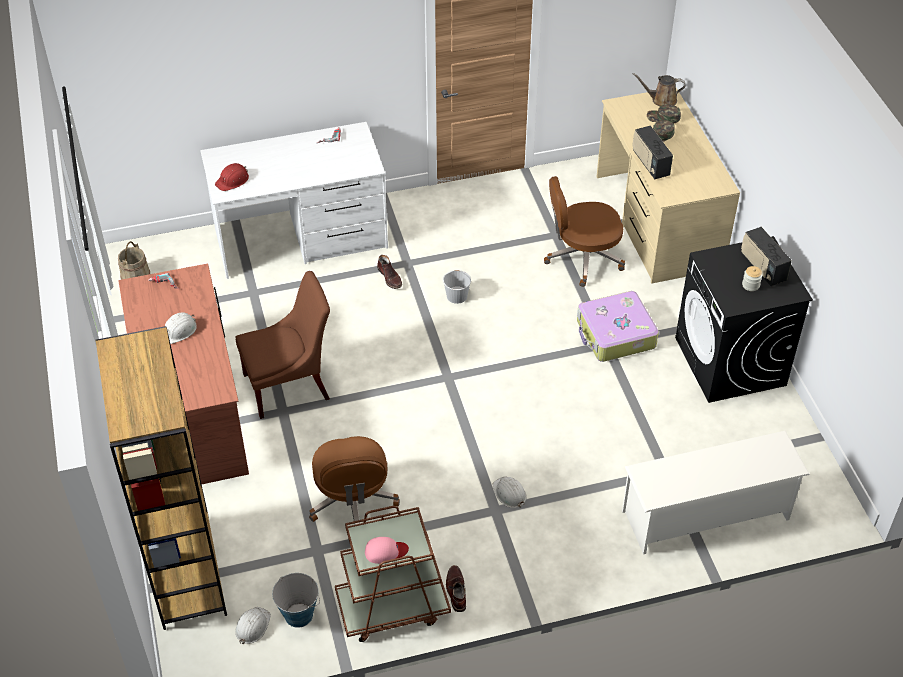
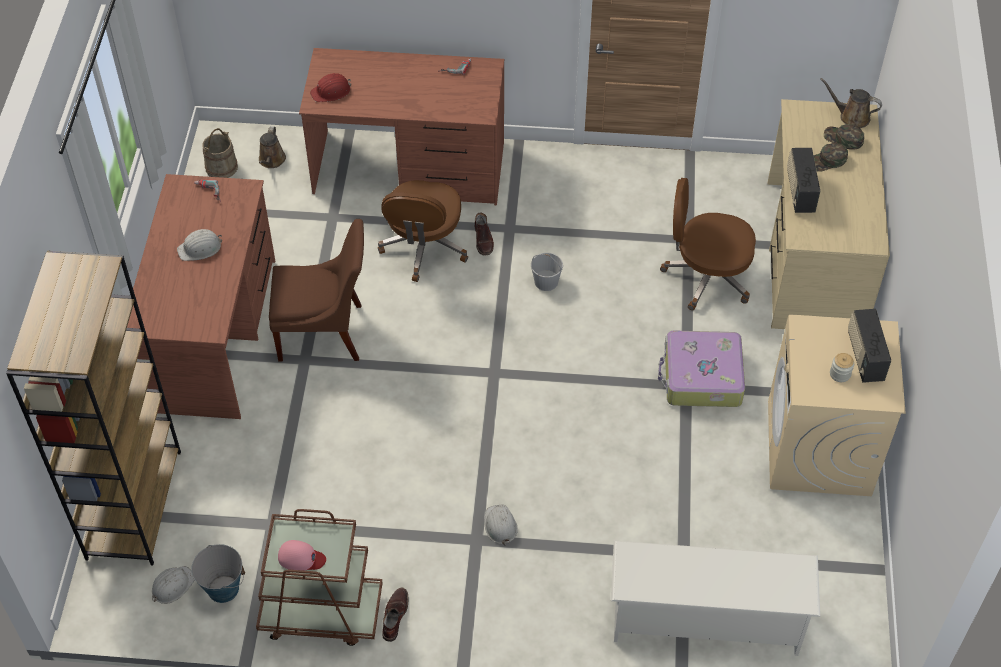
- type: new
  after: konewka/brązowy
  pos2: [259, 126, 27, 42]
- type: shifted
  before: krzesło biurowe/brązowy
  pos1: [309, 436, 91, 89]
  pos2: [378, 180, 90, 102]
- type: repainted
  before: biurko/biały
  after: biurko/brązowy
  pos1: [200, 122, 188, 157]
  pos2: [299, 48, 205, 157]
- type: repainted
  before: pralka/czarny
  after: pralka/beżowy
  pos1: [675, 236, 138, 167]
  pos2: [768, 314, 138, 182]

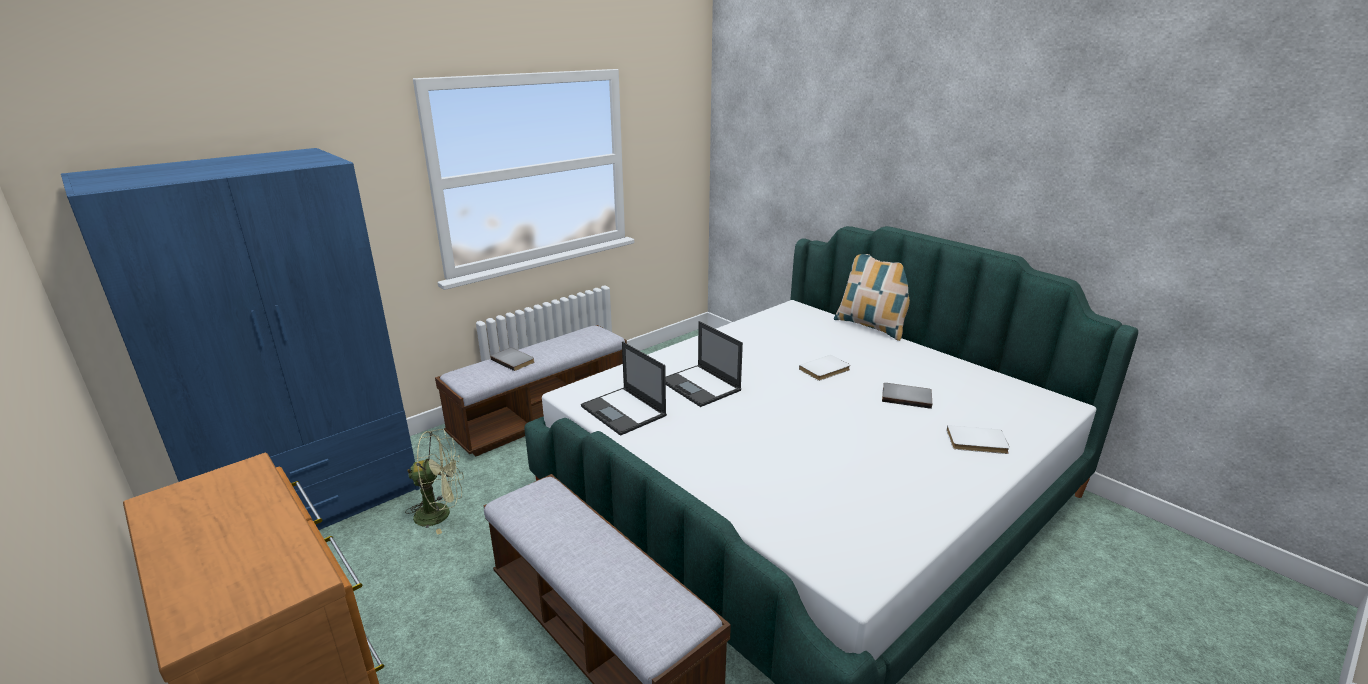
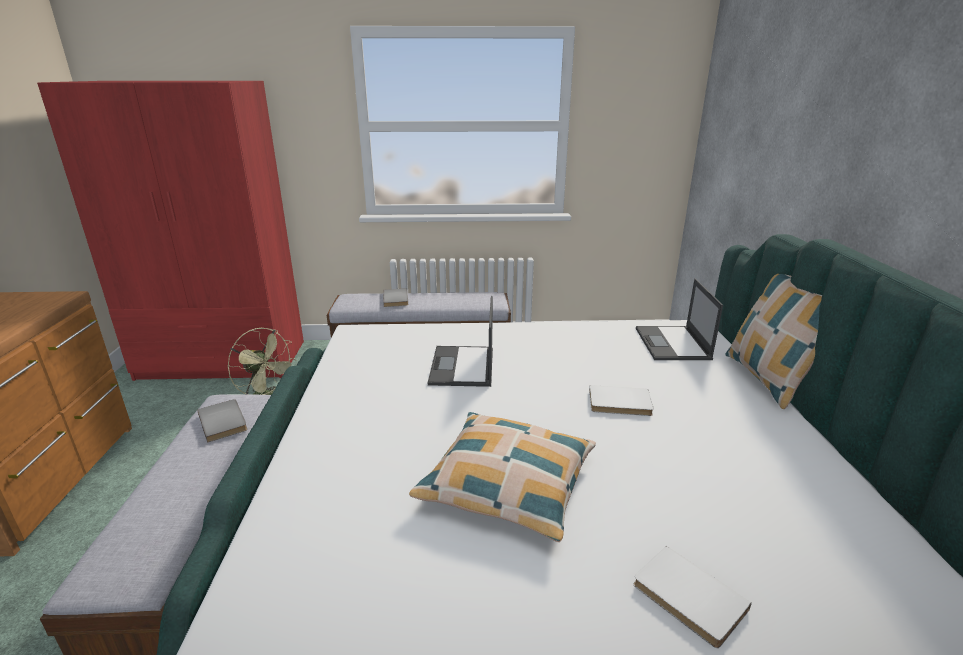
- type: new
  after: poduszka
  pos2: [409, 412, 187, 130]
- type: shifted
  before: laptop
  pos1: [581, 341, 86, 95]
  pos2: [636, 278, 87, 82]
- type: shifted
  before: książka/szary
  pos1: [882, 383, 50, 26]
  pos2: [198, 399, 49, 43]
- type: repainted
  before: szafa/niebieski
  after: szafa/czerwony
  pos1: [61, 148, 359, 382]
  pos2: [37, 81, 267, 300]

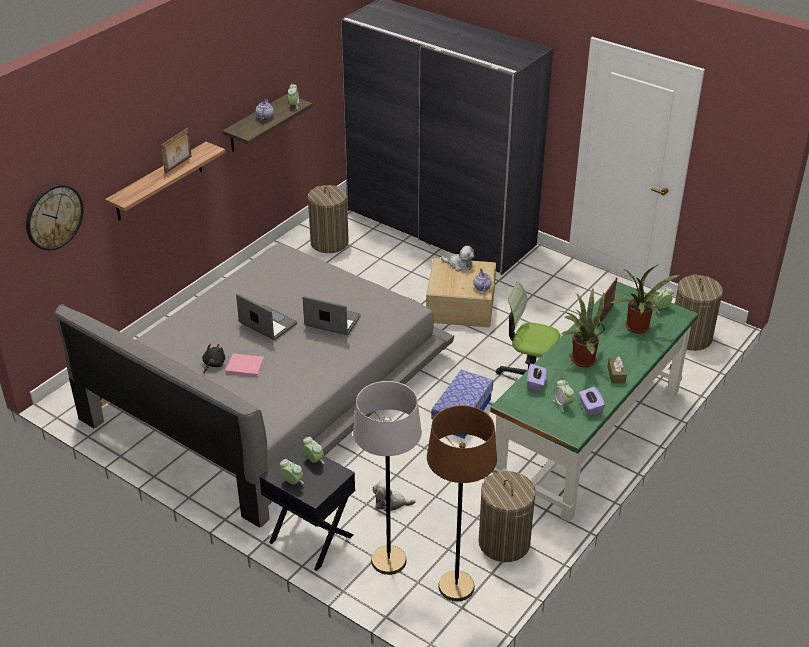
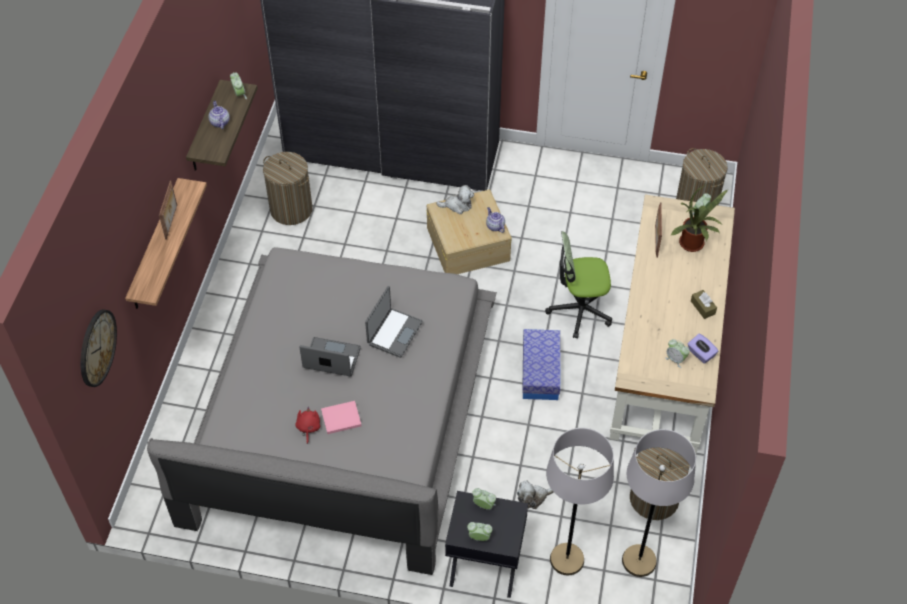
- type: gone
  before: pudełko chusteczek/fioletowy
  pos1: [527, 364, 19, 28]
- type: gone
  before: roślina doniczkowa
  pos1: [561, 289, 44, 78]
- type: repainted
  before: pluszak/czarny
  after: pluszak/czerwony
  pos1: [202, 343, 24, 31]
  pos2: [295, 407, 25, 37]
- type: repainted
  before: lampa stojąca/brązowy
  after: lampa stojąca/szary
  pos1: [427, 405, 70, 196]
  pos2: [622, 429, 74, 148]
- type: repainted
  before: biurko/zielony
  after: biurko/beżowy
  pos1: [490, 281, 209, 241]
  pos2: [610, 195, 125, 258]
- type: rotated
  before: laptop
  pos1: [303, 296, 58, 39]
  pos2: [365, 286, 58, 72]
  turn: 120

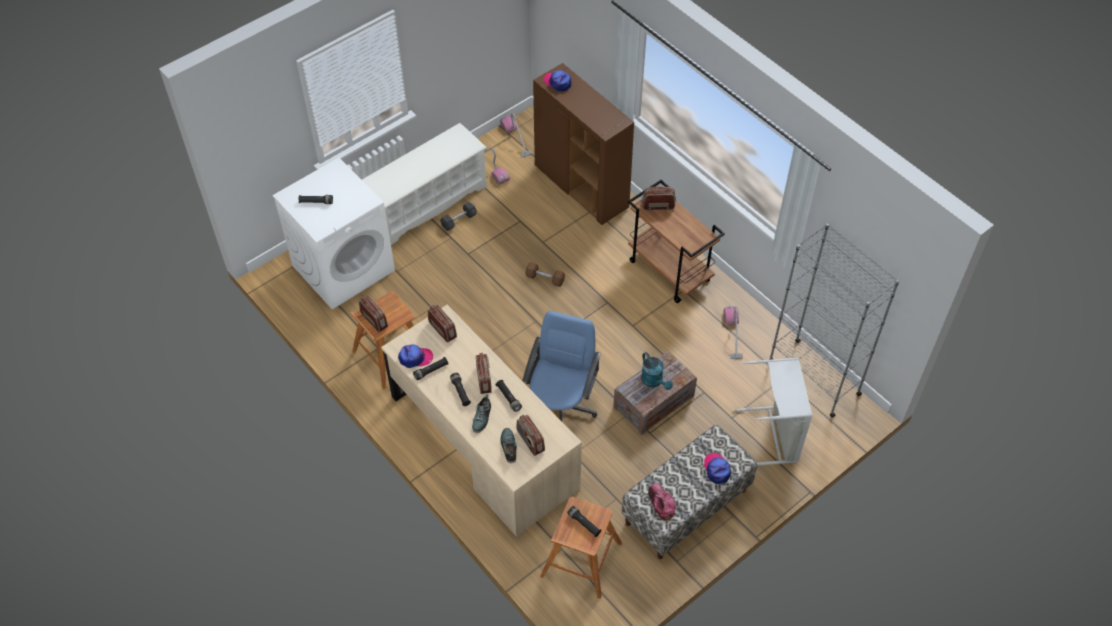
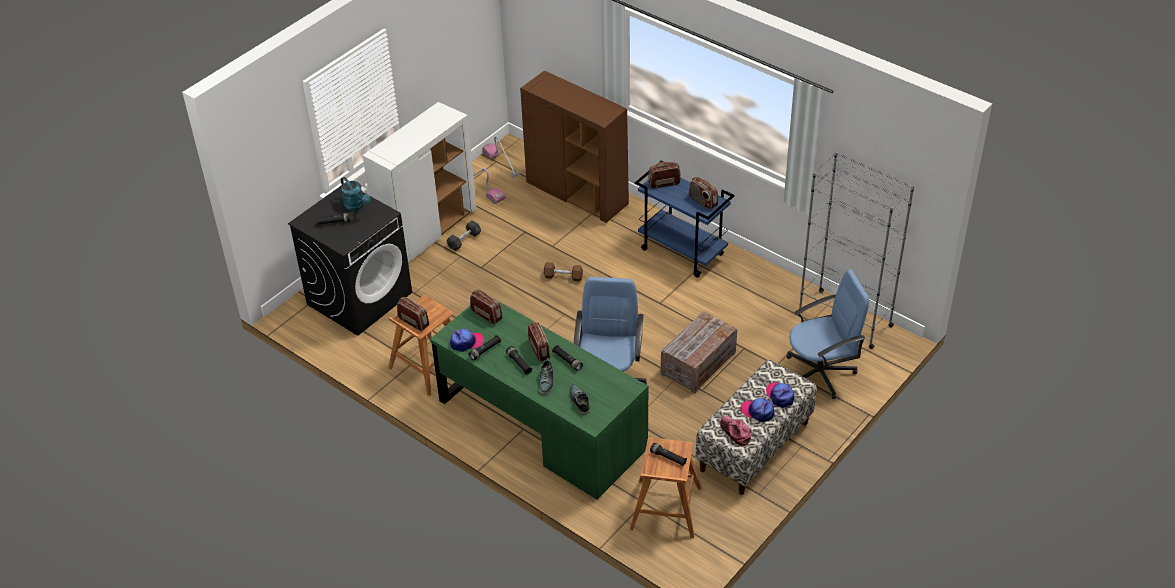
- type: gone
  before: odkurzacz
  pos1: [724, 306, 19, 53]
- type: shifted
  before: radio
  pos1: [516, 415, 29, 41]
  pos2: [689, 177, 29, 33]
- type: shifted
  before: czapka z daszkiem
  pos1: [544, 70, 27, 22]
  pos2: [740, 398, 35, 24]
- type: shifted
  before: konewka/turkusowy
  pos1: [641, 352, 32, 38]
  pos2: [341, 177, 30, 34]
- type: swapped
  before: regał na buty/biały
  after: szafka/biały
  pos1: [362, 123, 125, 122]
  pos2: [362, 102, 115, 161]
- type: swapped
  before: kosz na pranie/szary
  after: krzesło biurowe/niebieski
  pos1: [733, 358, 80, 107]
  pos2: [787, 270, 82, 129]
- type: repainted
  before: pralka/biały
  after: pralka/czarny
  pos1: [272, 158, 123, 151]
  pos2: [288, 185, 124, 151]
- type: repainted
  before: biurko/beżowy
  after: biurko/zielony
  pos1: [381, 305, 201, 232]
  pos2: [430, 302, 218, 197]
- type: repainted
  before: wózek/brązowy
  after: wózek/niebieski
  pos1: [628, 180, 97, 123]
  pos2: [635, 160, 99, 118]

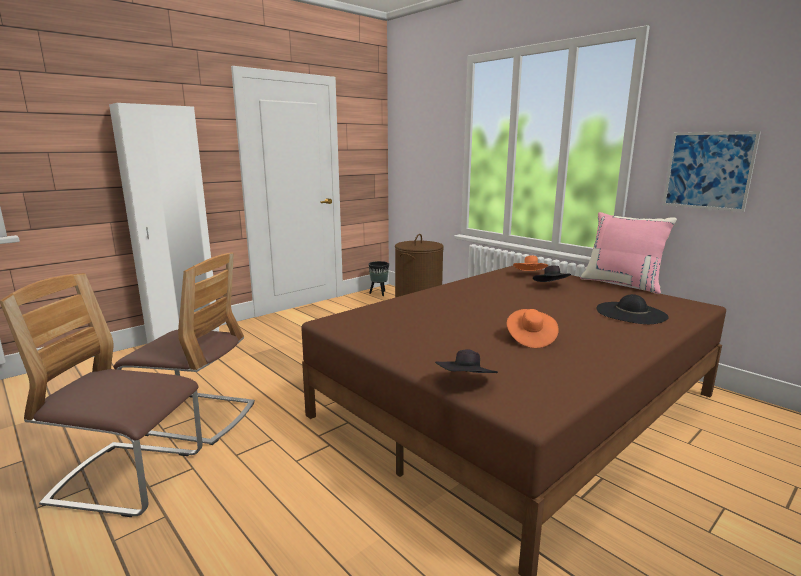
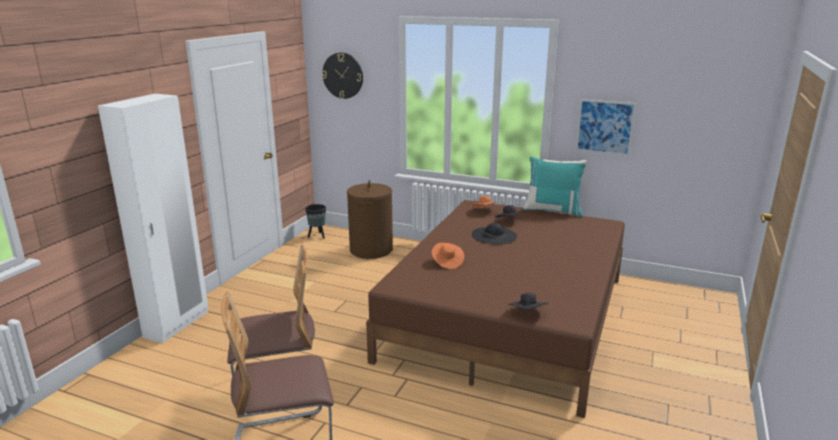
- type: new
  after: zegar ścienny
  pos2: [322, 53, 41, 46]
- type: shifted
  before: kapelusz/pomarańczowy
  pos1: [507, 309, 52, 39]
  pos2: [432, 243, 32, 26]
- type: shifted
  before: kapelusz/czarny
  pos1: [597, 294, 72, 30]
  pos2: [472, 223, 45, 21]
- type: repainted
  before: poduszka/różowy
  after: poduszka/turkusowy
  pos1: [580, 212, 97, 82]
  pos2: [522, 157, 65, 60]

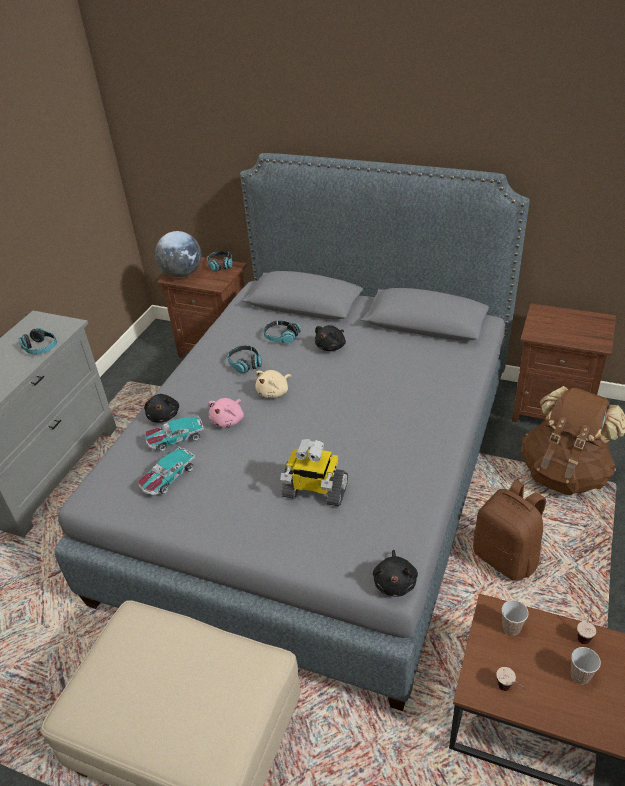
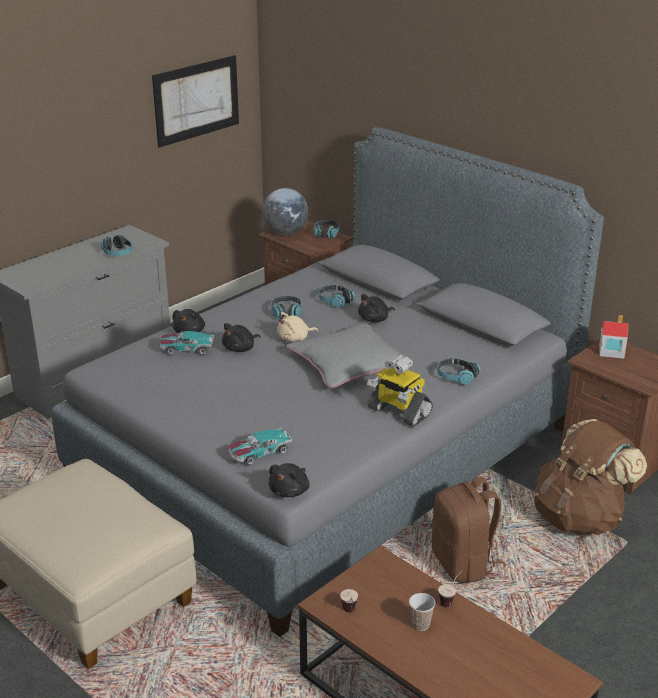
- type: gone
  before: filiżanka
  pos1: [502, 600, 26, 35]
- type: new
  after: obraz
  pos2: [152, 55, 87, 93]
- type: new
  after: poduszka/szary
  pos2: [287, 323, 126, 65]
- type: new
  after: słuchawki
  pos2: [437, 358, 43, 27]
- type: new
  after: domek
  pos2: [599, 315, 30, 44]
- type: shifted
  before: samochodzik
  pos1: [138, 447, 57, 48]
  pos2: [229, 428, 63, 37]
- type: shifted
  before: robot zabawkowy
  pos1: [280, 439, 68, 67]
  pos2: [367, 355, 66, 72]
- type: repainted
  before: pluszak/różowy
  after: pluszak/czarny
  pos1: [208, 398, 36, 29]
  pos2: [222, 323, 38, 29]

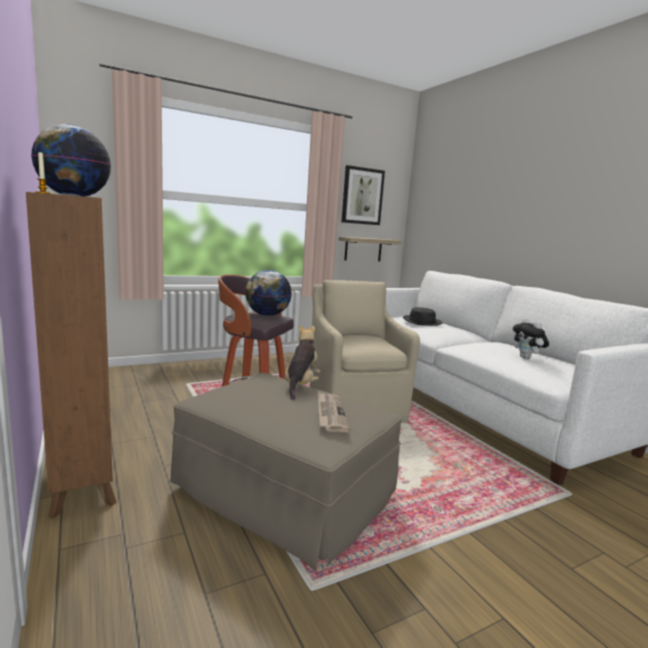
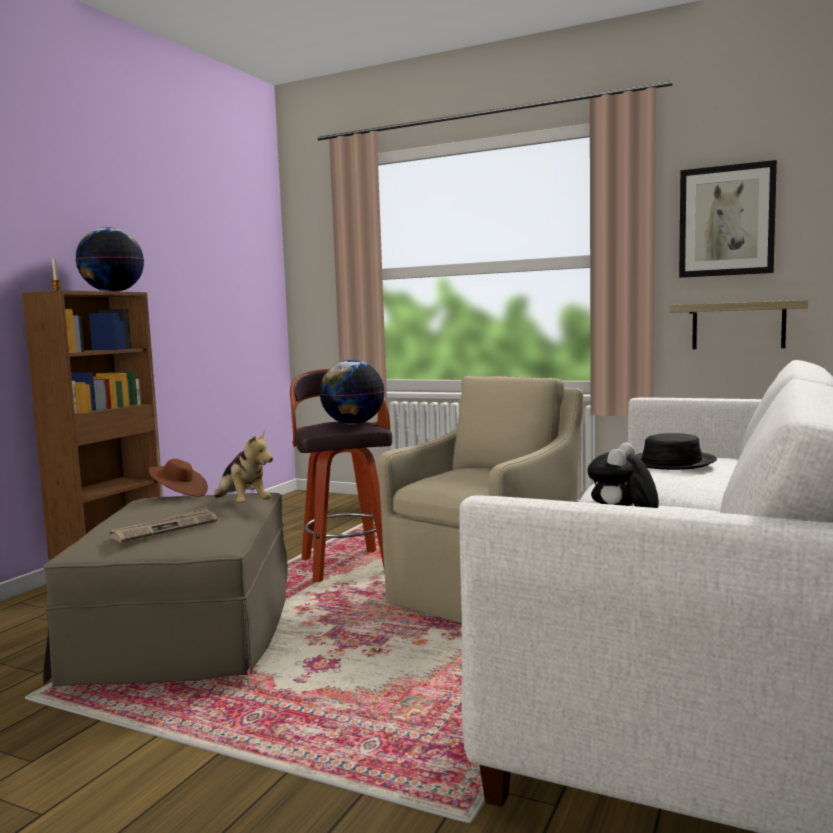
- type: new
  after: kapelusz/brązowy
  pos2: [149, 459, 59, 38]
- type: rotated
  before: pluszak
  pos1: [285, 325, 35, 75]
  pos2: [214, 430, 59, 73]
  turn: 75

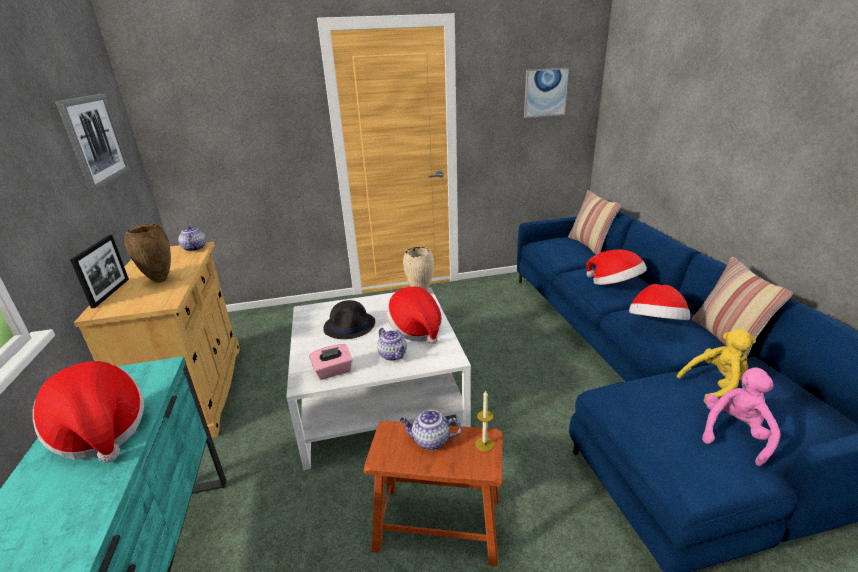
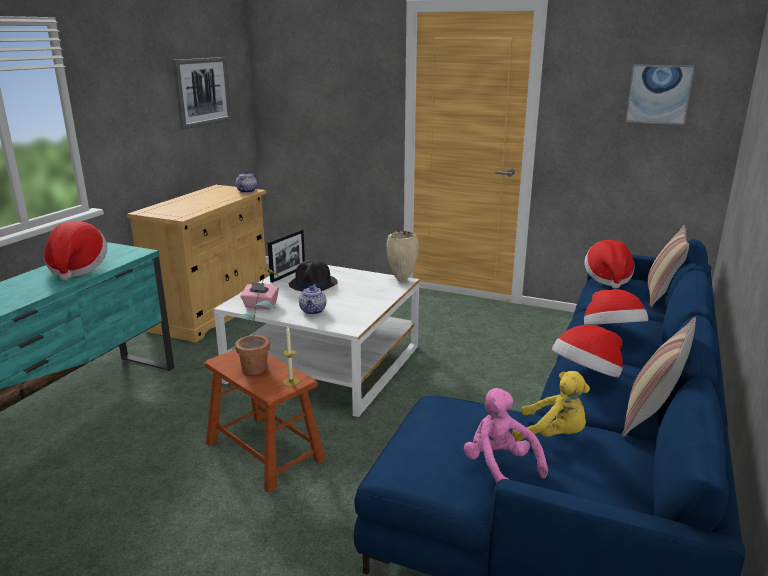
- type: gone
  before: wazon/brązowy
  pos1: [125, 224, 46, 59]
- type: shifted
  before: ramka na zdjęcie
  pos1: [70, 235, 59, 73]
  pos2: [267, 229, 38, 54]
- type: shifted
  before: kapelusz
  pos1: [386, 286, 56, 58]
  pos2: [584, 240, 51, 49]
- type: swapped
  before: imbryk
  after: roślina doniczkowa
  pos1: [399, 410, 63, 40]
  pos2: [235, 265, 45, 110]
- type: rotated
  before: pluszak/różowy
  pos1: [702, 368, 79, 98]
  pos2: [464, 388, 84, 96]
  turn: -105

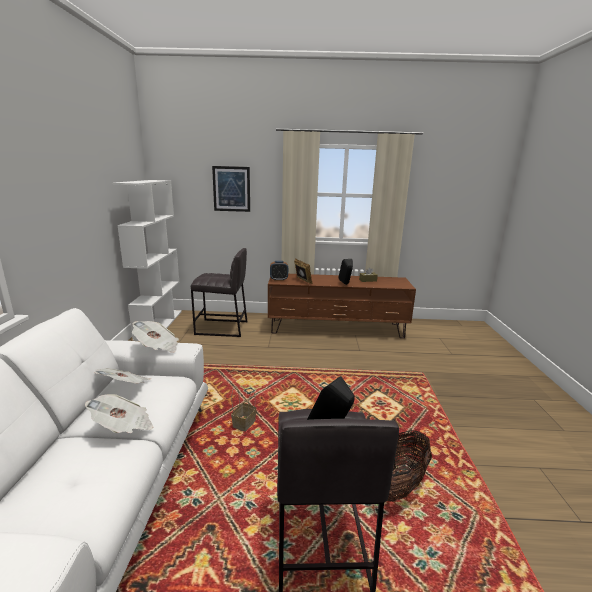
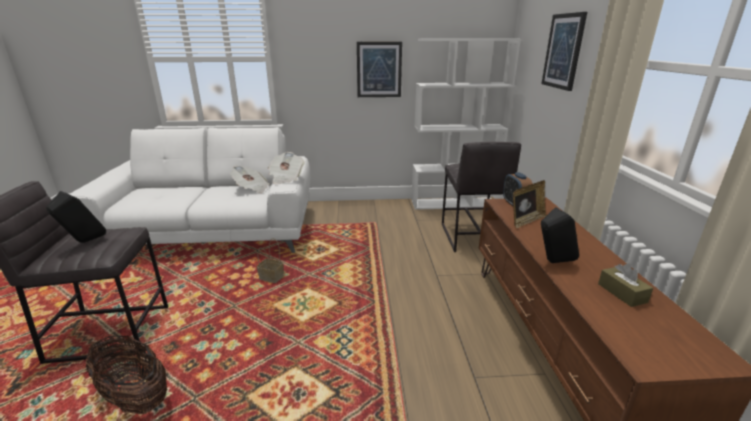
- type: gone
  before: gazeta
  pos1: [85, 394, 69, 39]
- type: new
  after: obraz
  pos2: [357, 42, 45, 55]

